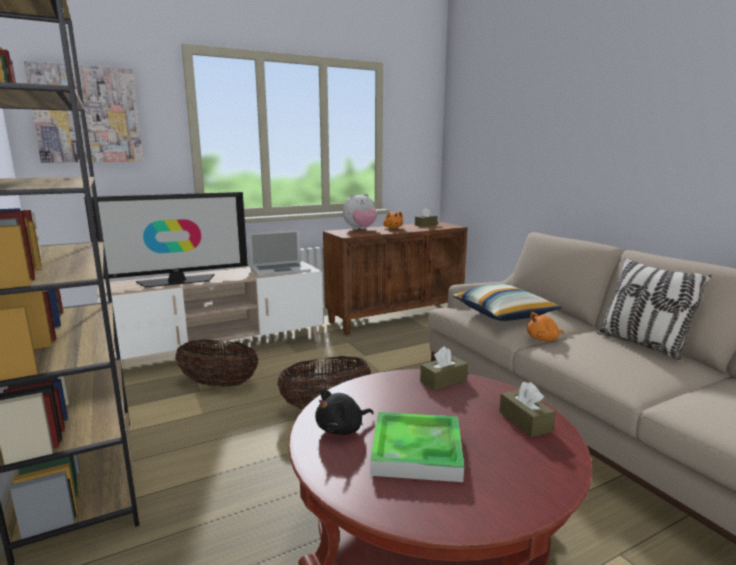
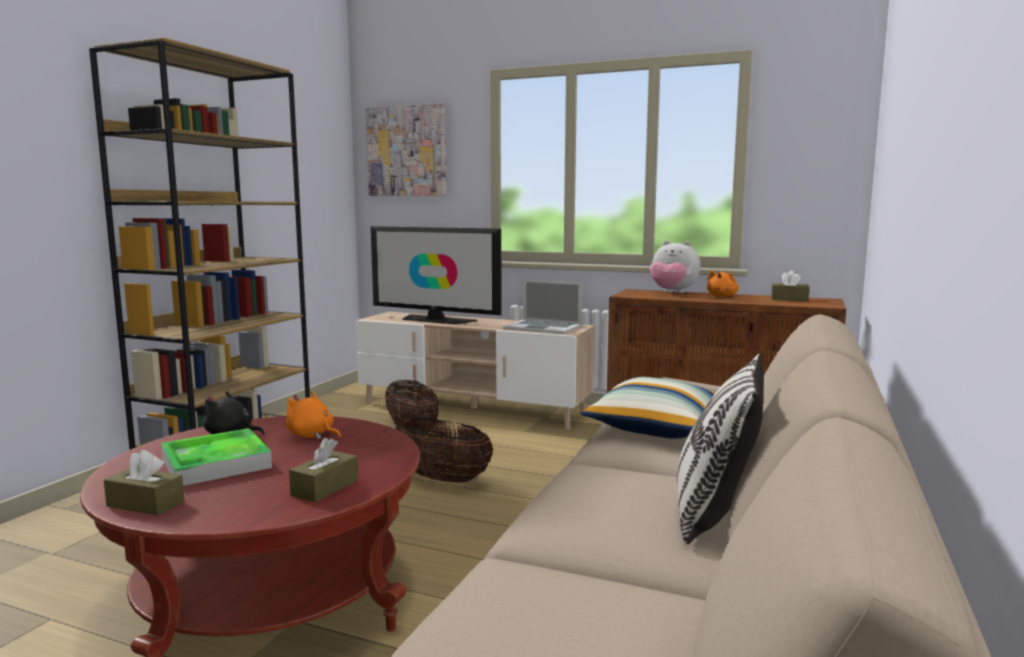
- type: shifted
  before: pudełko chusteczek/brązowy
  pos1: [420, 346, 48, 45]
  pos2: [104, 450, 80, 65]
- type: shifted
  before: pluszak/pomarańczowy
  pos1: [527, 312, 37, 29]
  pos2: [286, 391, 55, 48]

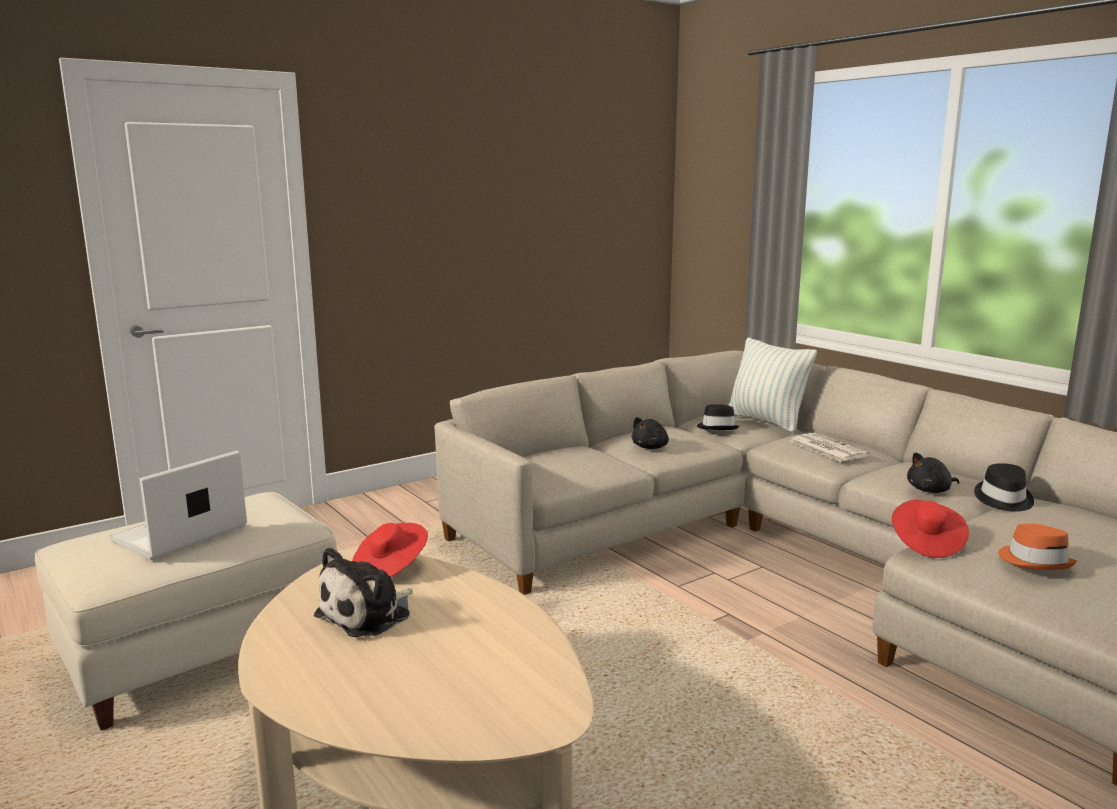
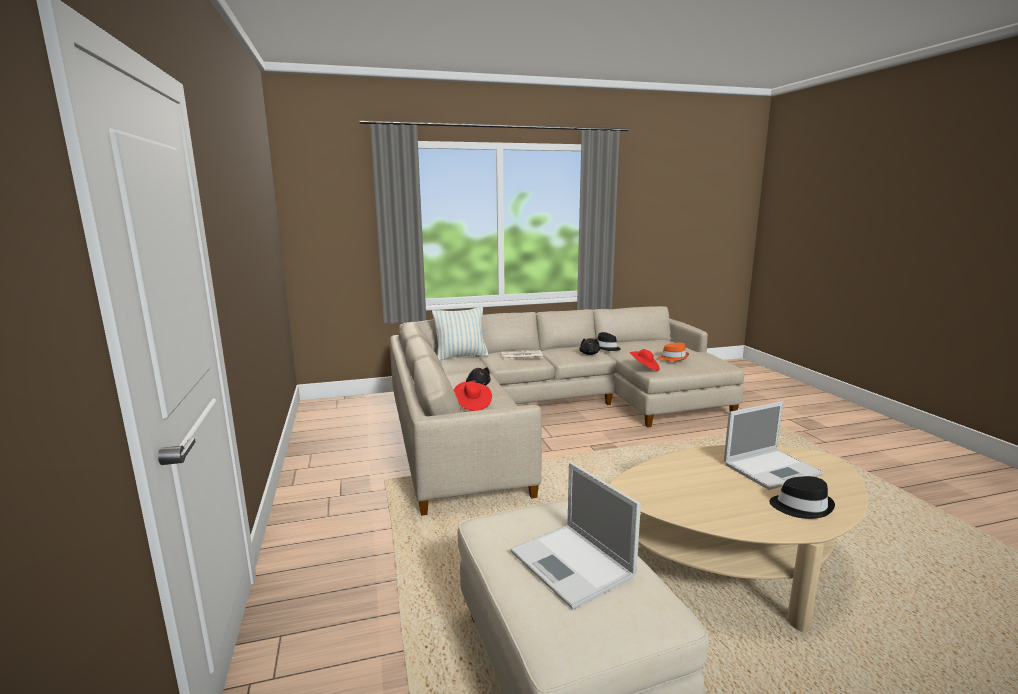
- type: gone
  before: pluszak
  pos1: [314, 547, 99, 90]
- type: new
  after: laptop
  pos2: [724, 401, 100, 89]
- type: shifted
  before: kapelusz/czerwony
  pos1: [352, 523, 76, 54]
  pos2: [454, 381, 38, 30]
- type: shifted
  before: kapelusz/czarny
  pos1: [697, 404, 43, 26]
  pos2: [769, 476, 66, 43]

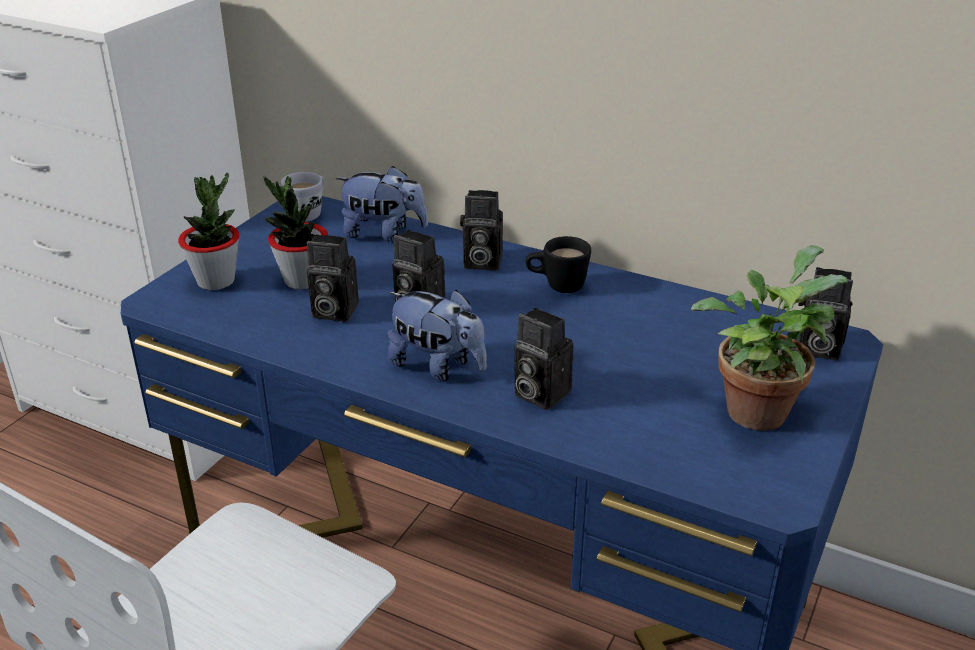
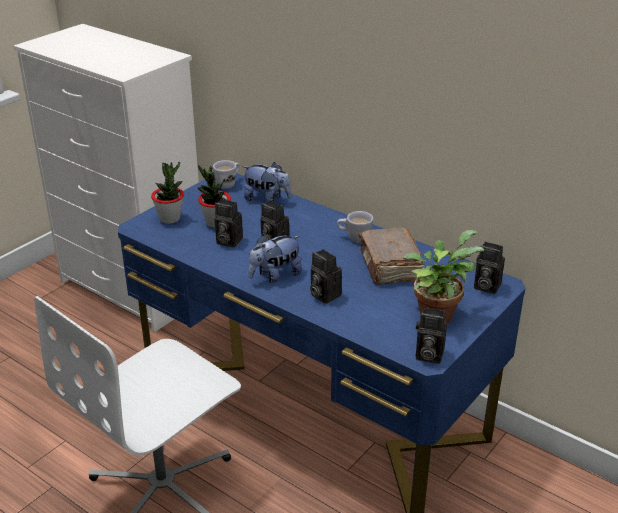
- type: new
  after: książka/brązowy
  pos2: [358, 227, 66, 58]
- type: shifted
  before: aparat fotograficzny
  pos1: [460, 190, 43, 81]
  pos2: [416, 307, 31, 57]
- type: repainted
  before: kubek/czarny
  after: kubek/biały
  pos1: [526, 236, 65, 57]
  pos2: [337, 211, 36, 32]
- type: rotated
  before: pluszak
  pos1: [388, 289, 99, 92]
  pos2: [248, 234, 54, 49]
  turn: 105

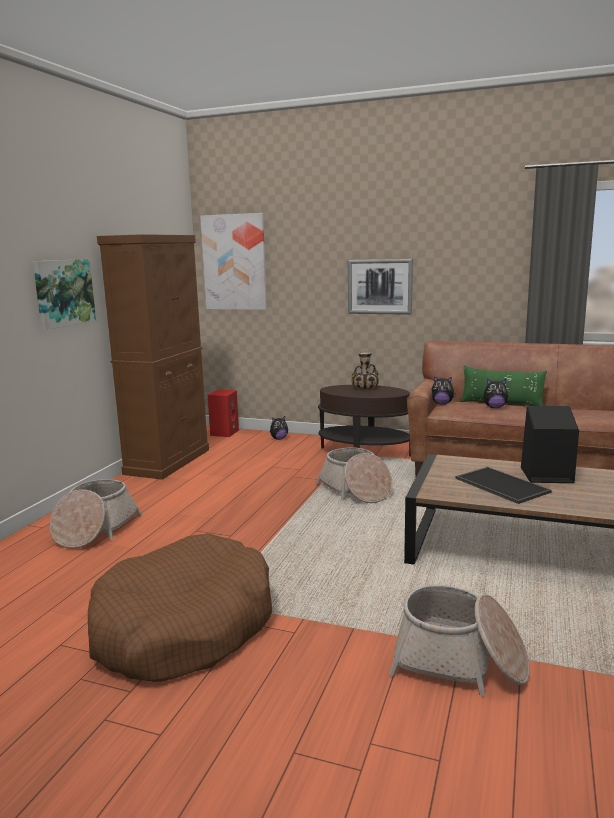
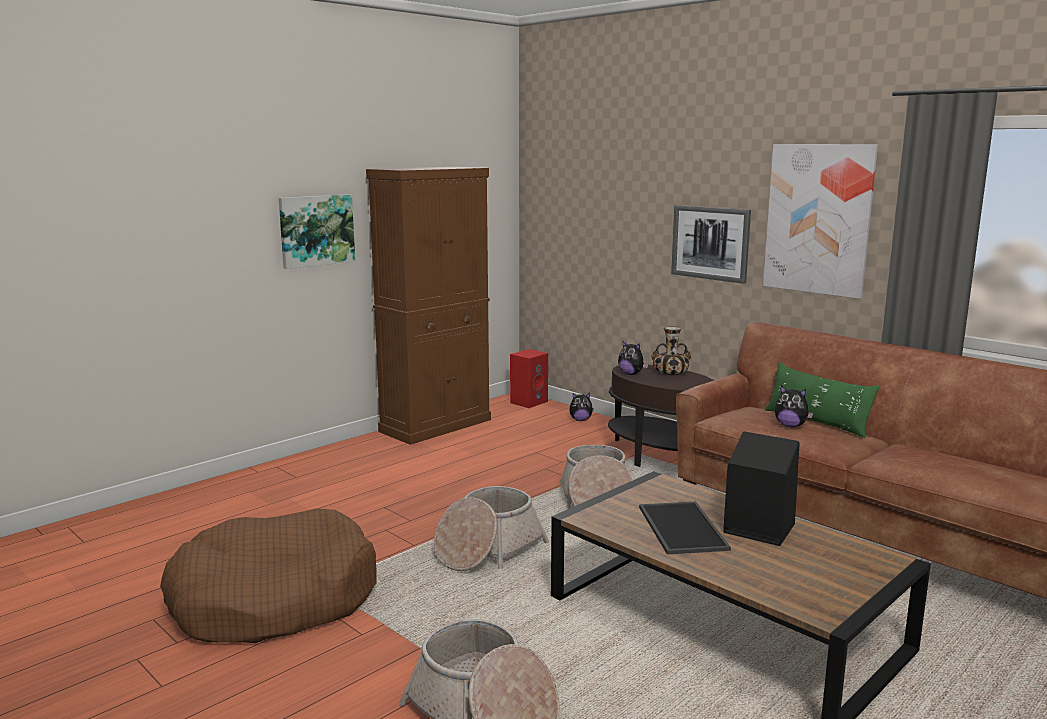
- type: shifted
  before: koszyk
  pos1: [50, 479, 92, 69]
  pos2: [434, 486, 115, 85]
- type: shifted
  before: obraz
  pos1: [200, 213, 67, 97]
  pos2: [763, 144, 115, 155]
- type: shifted
  before: pluszak
  pos1: [432, 376, 24, 29]
  pos2: [618, 341, 30, 34]

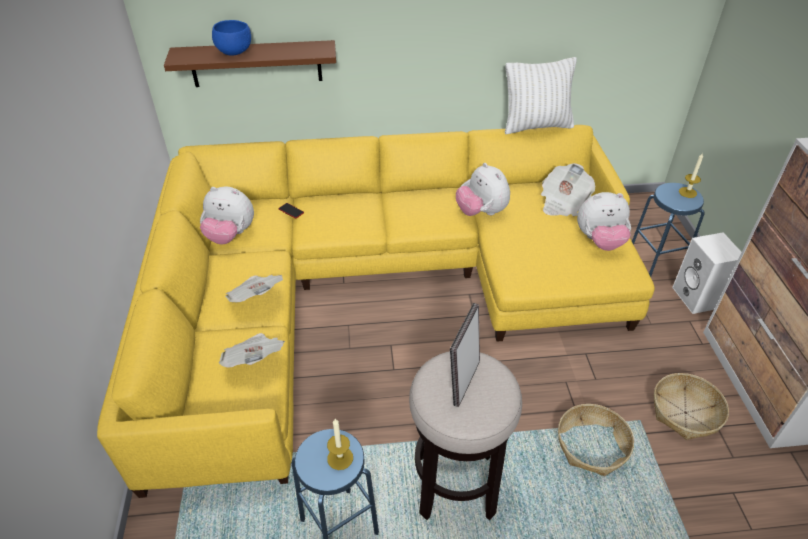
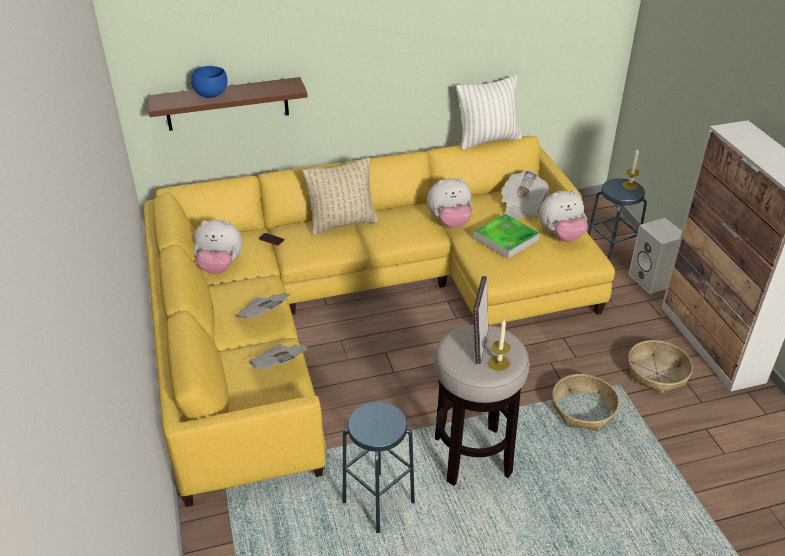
- type: new
  after: poduszka/beżowy
  pos2: [302, 158, 76, 77]
- type: new
  after: taca
  pos2: [474, 214, 66, 44]
- type: shifted
  before: świeca
  pos1: [327, 419, 26, 51]
  pos2: [488, 319, 22, 52]
- type: rotated
  before: pluszak
  pos1: [456, 163, 54, 53]
  pos2: [427, 178, 46, 51]
  turn: -60

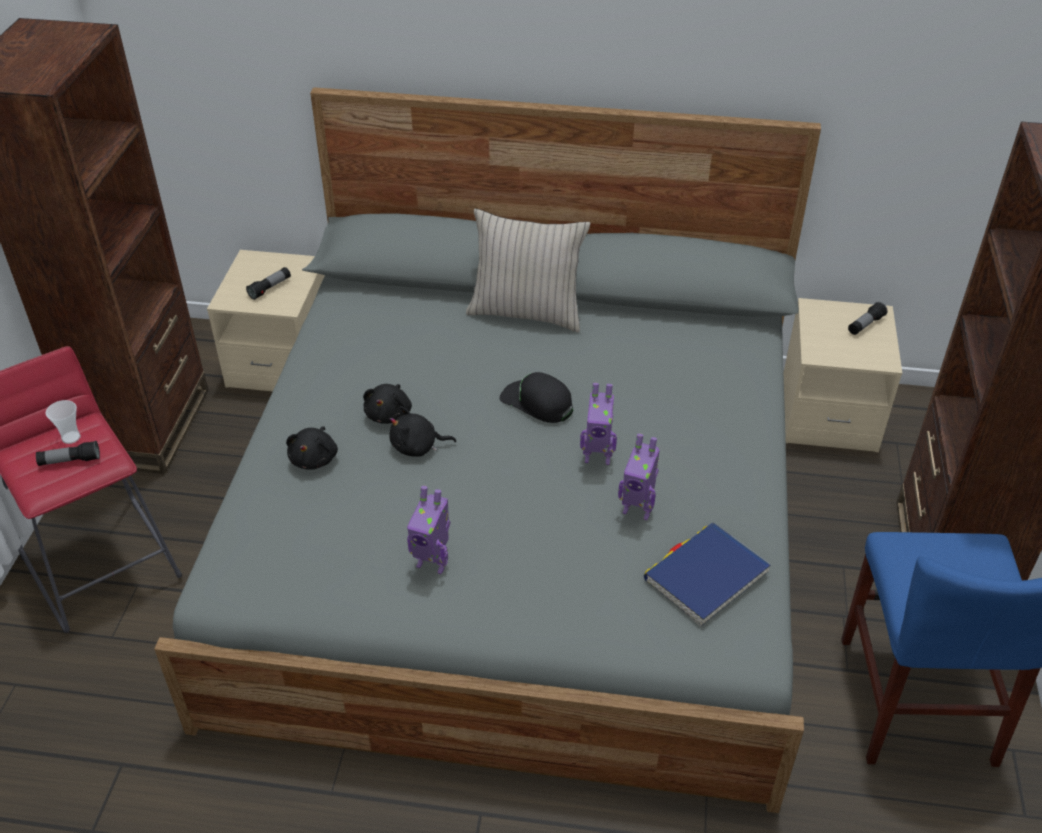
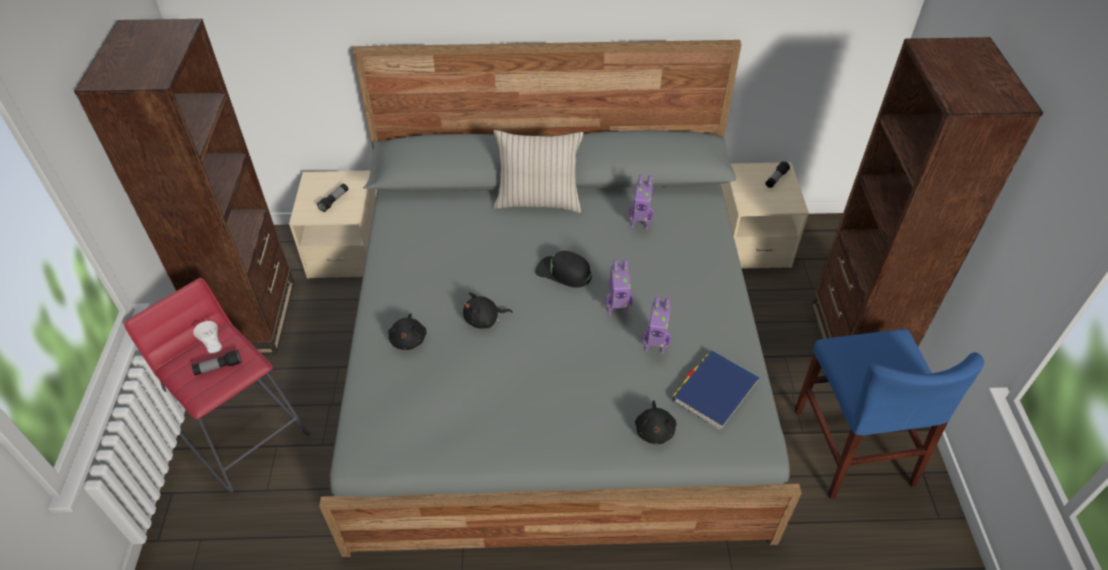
- type: shifted
  before: pluszak/czarny
  pos1: [363, 384, 49, 40]
  pos2: [635, 400, 41, 44]
- type: shifted
  before: robot zabawkowy
  pos1: [407, 486, 43, 88]
  pos2: [629, 174, 25, 56]

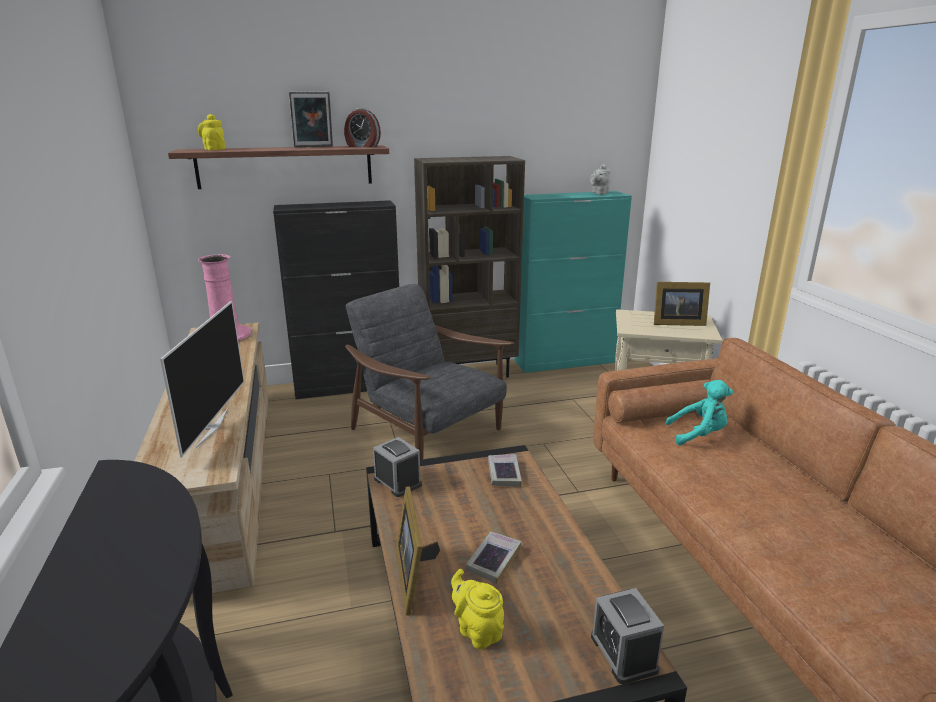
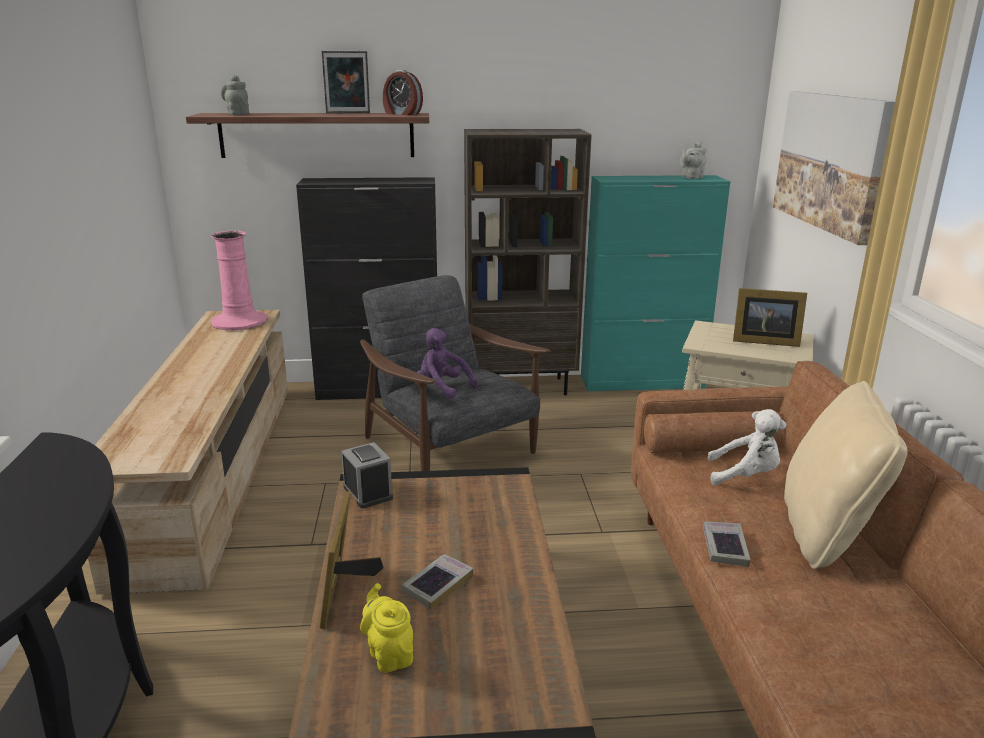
- type: gone
  before: telewizor
  pos1: [160, 301, 84, 157]
- type: gone
  before: budzik
  pos1: [591, 588, 73, 96]
- type: new
  after: pluszak/fioletowy
  pos2: [417, 328, 61, 71]
- type: new
  after: obraz
  pos2: [773, 91, 122, 154]
- type: new
  after: poduszka/beżowy
  pos2: [784, 381, 124, 188]
- type: shifted
  before: książka
  pos1: [488, 454, 34, 33]
  pos2: [703, 522, 48, 45]
- type: repainted
  before: imbryk/żółty
  after: imbryk/szary
  pos1: [198, 114, 27, 36]
  pos2: [221, 75, 28, 40]
- type: repainted
  before: pluszak/turkusowy
  after: pluszak/biały
  pos1: [666, 380, 67, 66]
  pos2: [708, 409, 78, 77]

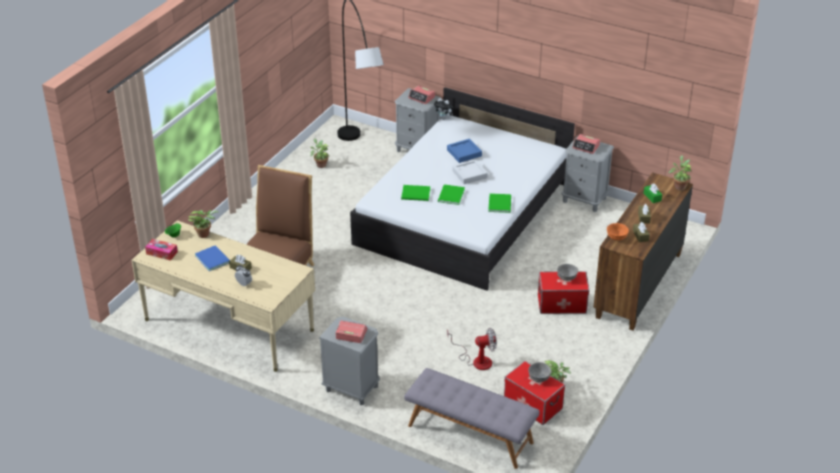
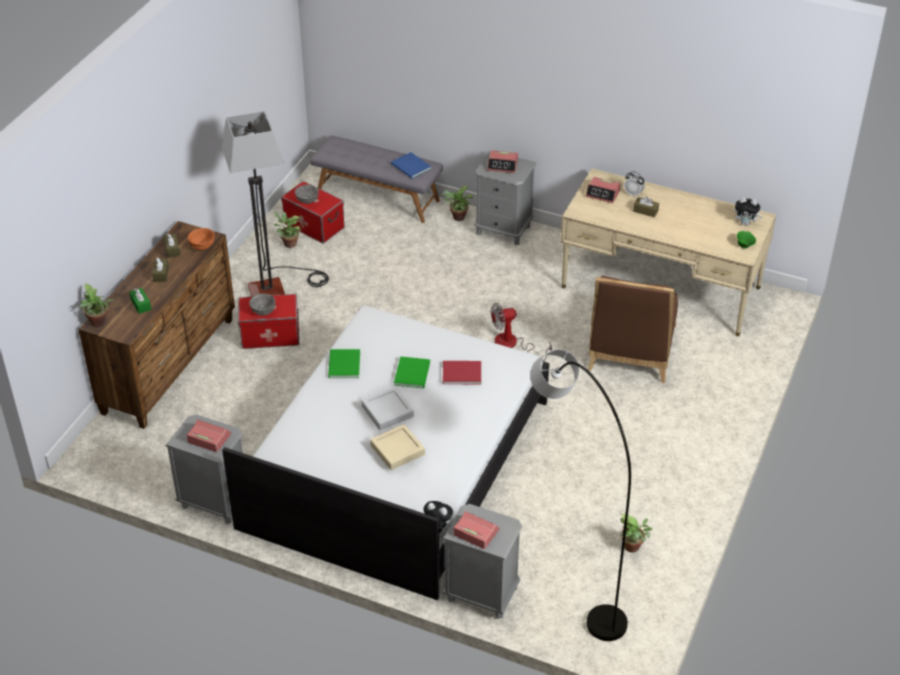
- type: new
  after: lampa stojąca
  pos2: [222, 111, 107, 186]
- type: new
  after: budzik
  pos2: [585, 177, 36, 26]
- type: shifted
  before: roślina doniczkowa
  pos1: [188, 210, 30, 28]
  pos2: [440, 186, 33, 35]
- type: shifted
  before: książka/niebieski
  pos1: [195, 245, 35, 26]
  pos2: [391, 152, 40, 27]
- type: shifted
  before: wentylator
  pos1: [447, 328, 50, 42]
  pos2: [491, 303, 61, 58]
- type: swapped
  before: pudełko chusteczek
  after: pluszak
  pos1: [145, 239, 33, 22]
  pos2: [734, 197, 28, 29]
- type: repainted
  before: książka/zielony
  after: książka/czerwony
  pos1: [401, 185, 30, 16]
  pos2: [443, 361, 38, 23]
- type: repainted
  before: taca/niebieski
  after: taca/beżowy
  pos1: [447, 139, 35, 24]
  pos2: [370, 424, 55, 46]

